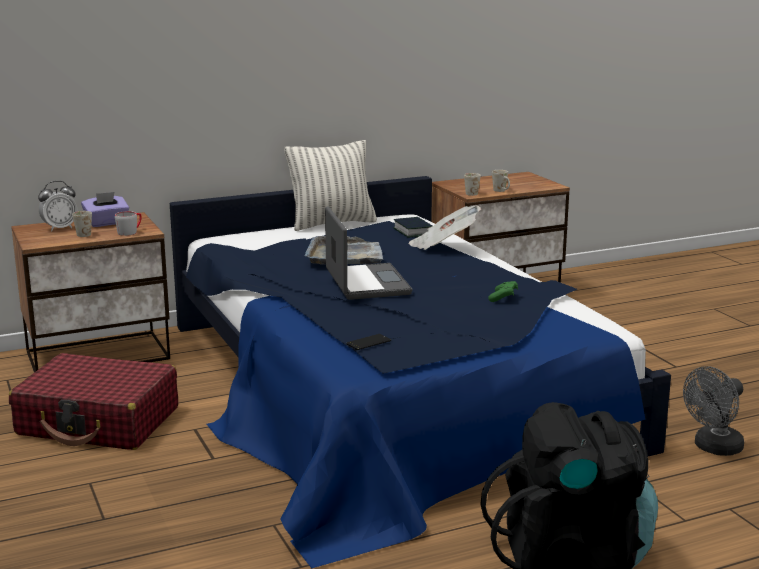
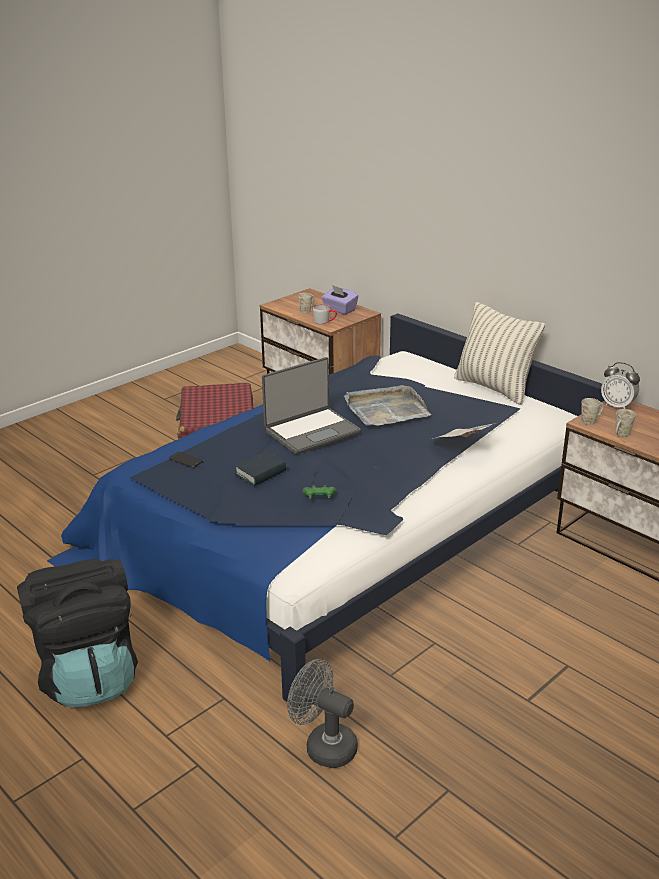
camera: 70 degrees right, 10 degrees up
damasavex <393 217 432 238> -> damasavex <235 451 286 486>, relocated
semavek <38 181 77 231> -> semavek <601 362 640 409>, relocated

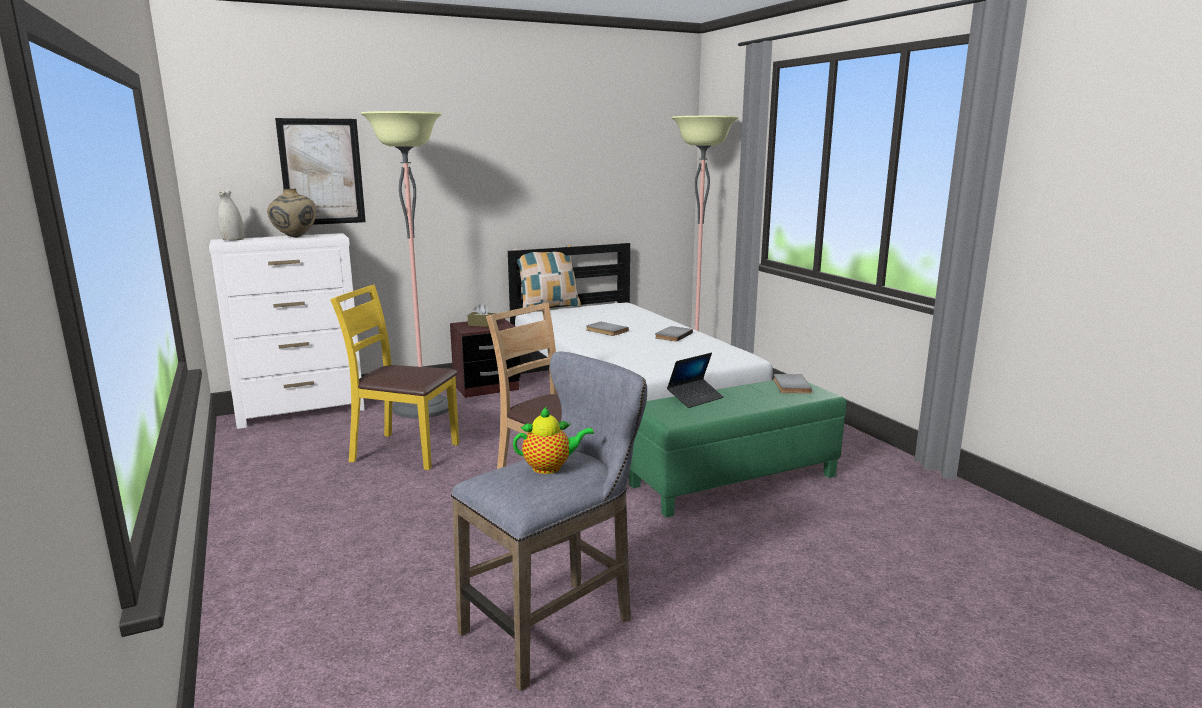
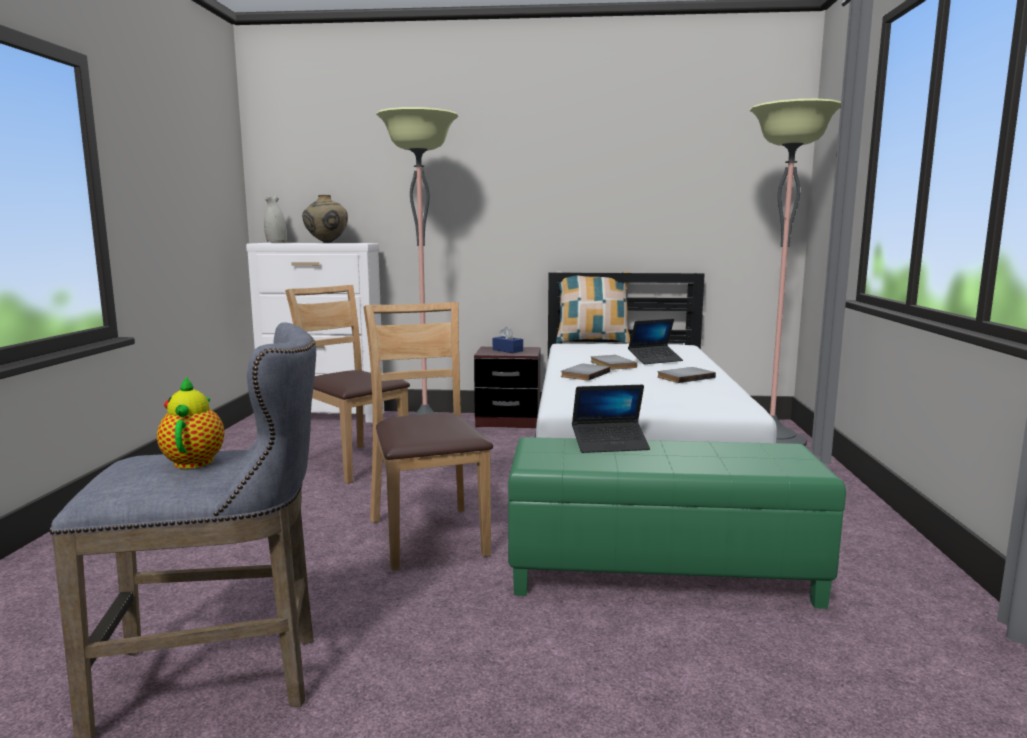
camera: 30 degrees right, 5 degrees down
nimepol <513 407 594 474> -> nimepol <157 377 224 469>, 120 degrees counterclockwise
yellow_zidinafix <330 285 459 470> -> brown_zidinafix <285 285 410 484>
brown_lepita <468 304 497 327> -> blue_lepita <493 327 523 353>
grey_damasavex <773 374 812 394> -> grey_damasavex <561 364 610 381>, relocated
none -> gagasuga <628 319 683 364>
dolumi <275 118 366 225> -> none

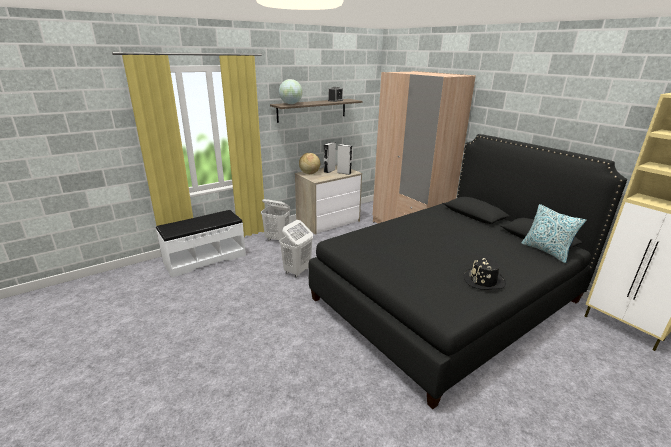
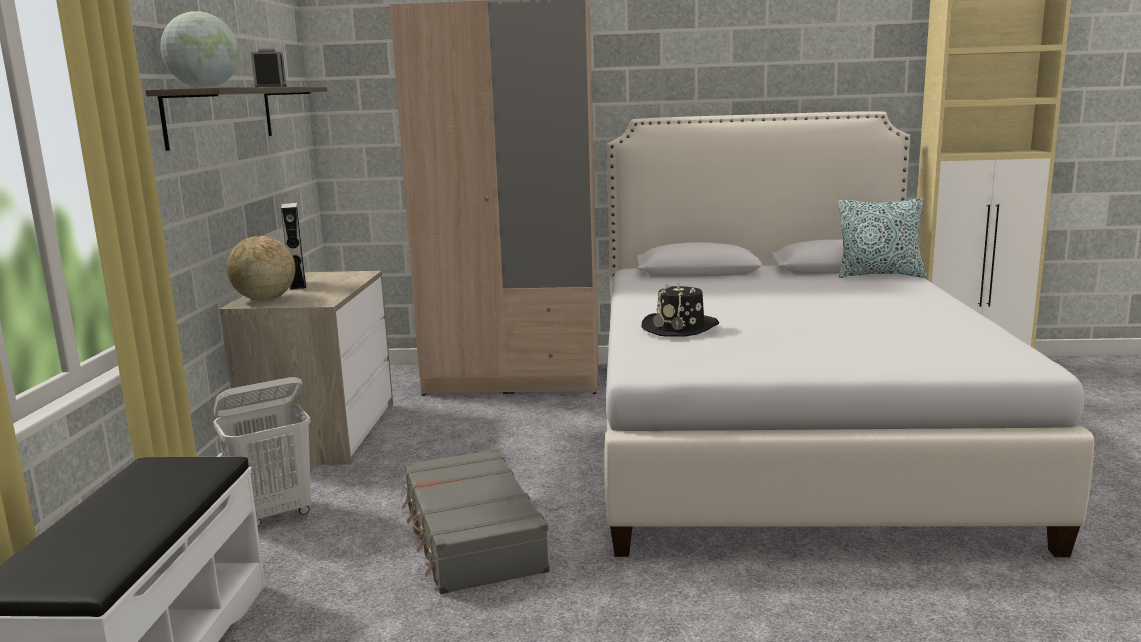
camera: 50 degrees left, 10 degrees down
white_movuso <279 220 313 278> -> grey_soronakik <402 449 550 594>
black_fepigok <308 134 627 409> -> white_fepigok <604 111 1094 557>
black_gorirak <463 258 506 290> -> black_gorirak <642 282 719 337>, relocated
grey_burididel <337 144 352 175> -> none

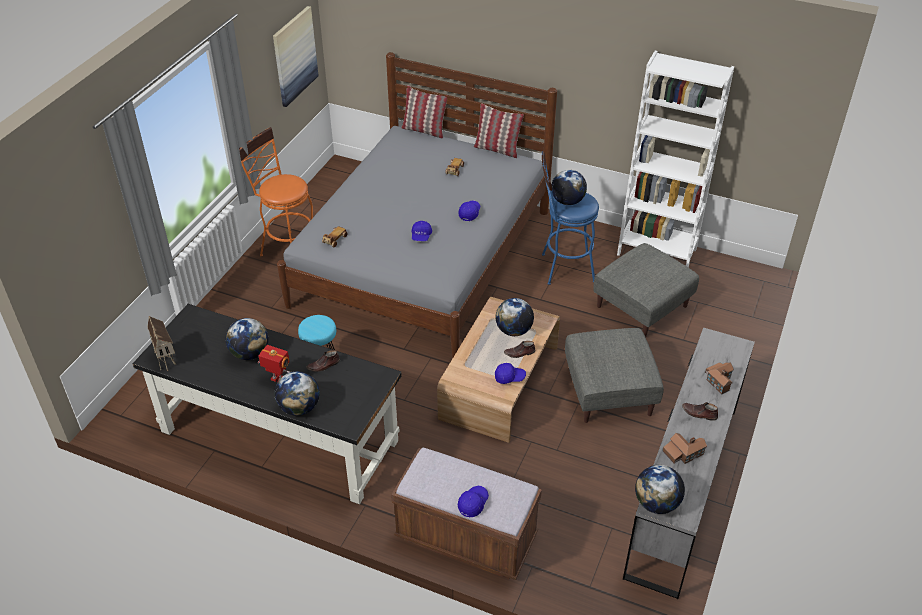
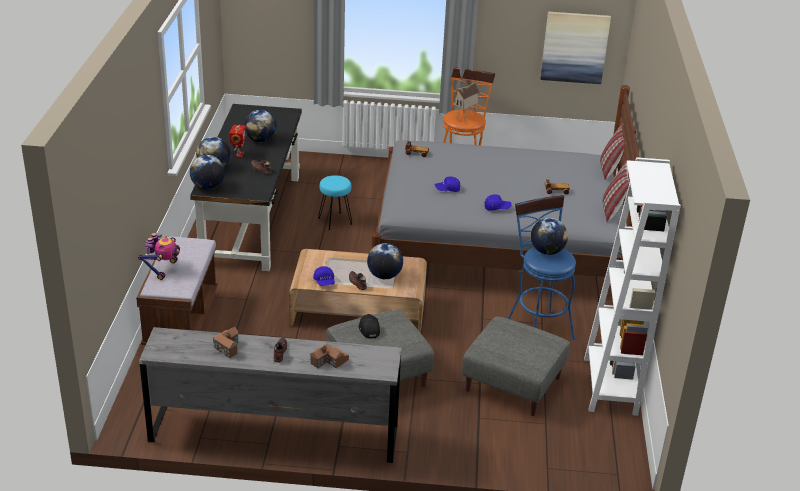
camera: 70 degrees right, 10 degrees down
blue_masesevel <458 486 489 517> -> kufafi <138 233 180 280>
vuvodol <635 465 685 514> -> vuvodol <190 155 225 190>, relocated
none -> black_masesevel <359 314 380 339>
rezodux <147 316 176 371> -> rezodux <454 82 480 121>, relocated

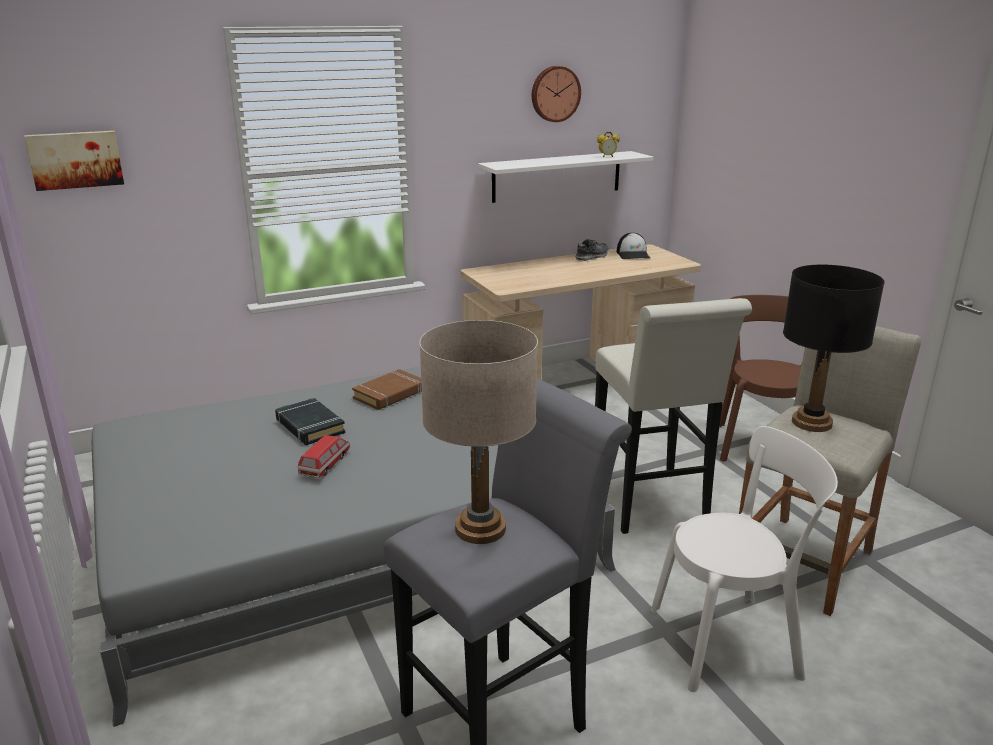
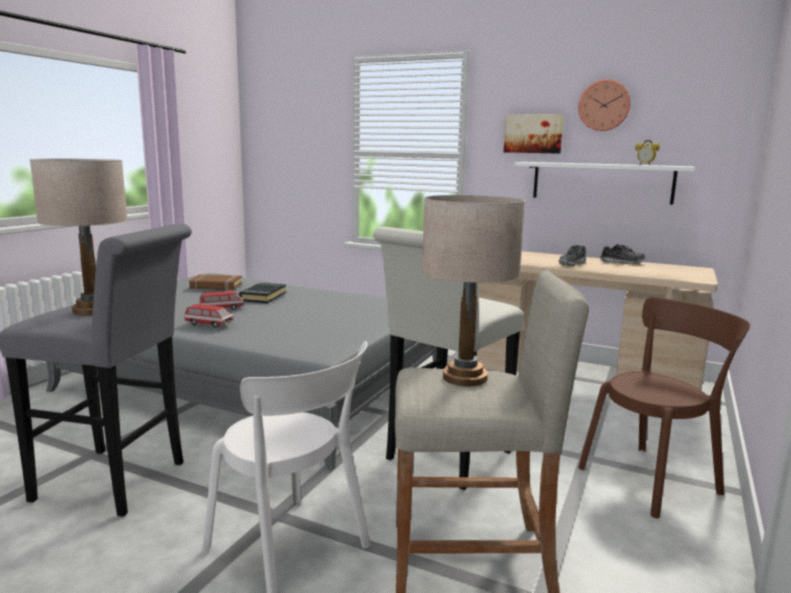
camera: 50 degrees right, 10 degrees down
none -> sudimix <184 304 234 328>
brown_damasavex <352 369 422 410> -> brown_damasavex <189 275 242 290>, relocated
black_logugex <783 265 885 432> -> beige_logugex <422 195 525 386>
dolumi <24 131 124 191> -> dolumi <504 114 564 154>, relocated
none -> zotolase <559 245 586 266>
masesevel <616 232 650 259> -> none

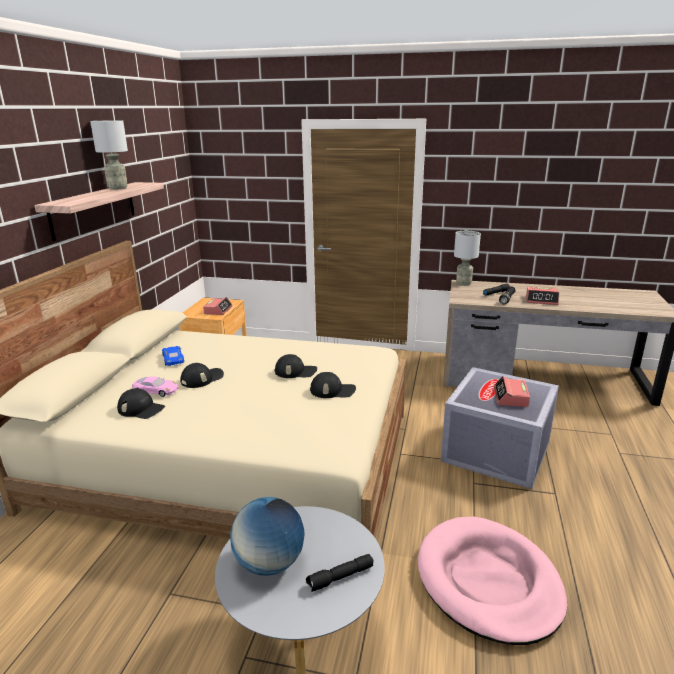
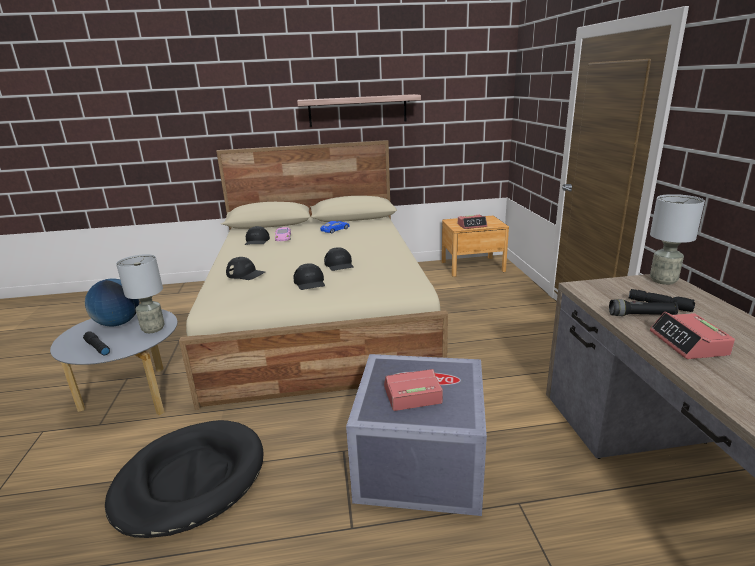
camera: 70 degrees right, 0 degrees up
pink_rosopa <418 517 567 645> -> black_rosopa <105 420 264 538>
grey_logugex <90 120 128 190> -> grey_logugex <116 254 165 333>, relocated
black_masesevel <180 363 224 388> -> black_masesevel <226 257 265 280>, relocated

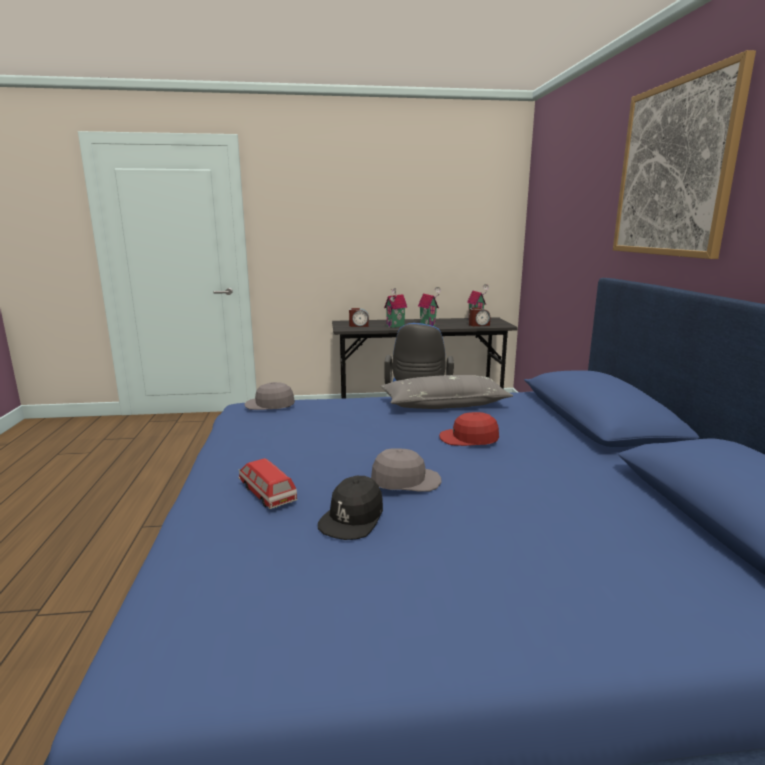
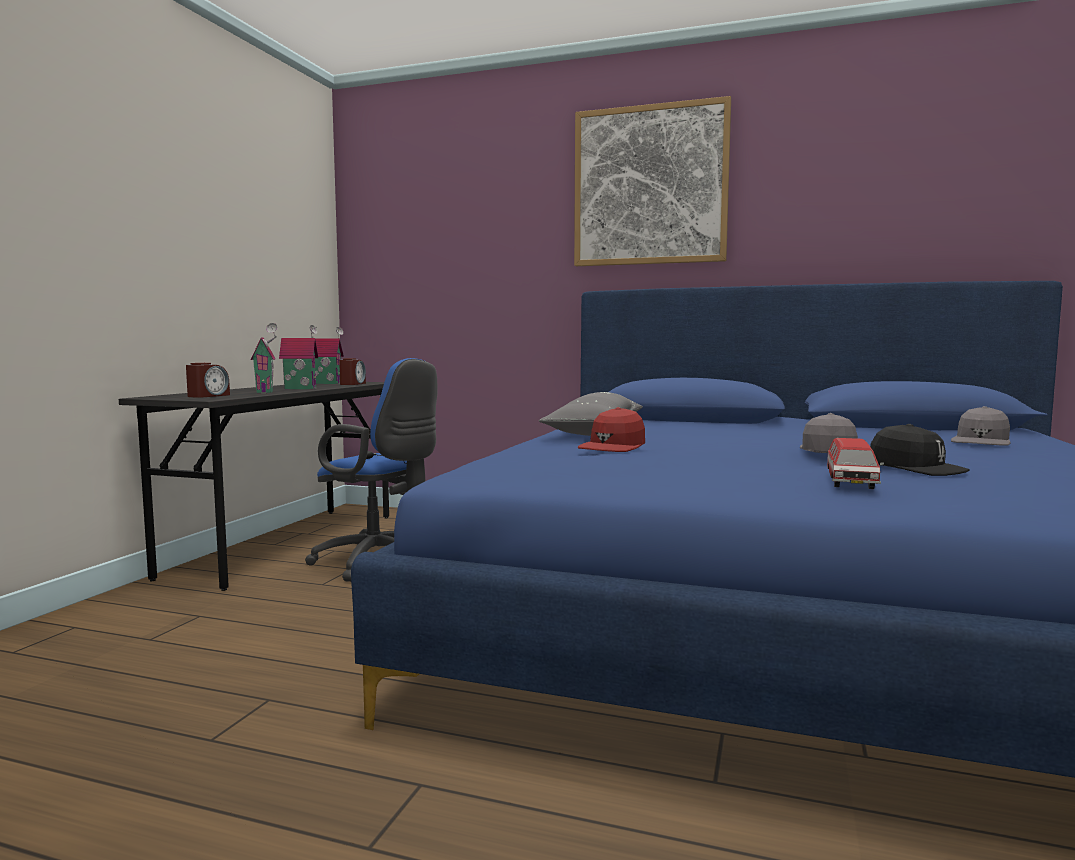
camera: 65 degrees left, 10 degrees down
red_masesevel <439 412 499 446> -> red_masesevel <578 407 645 452>, relocated
sudimix <239 458 297 509> -> sudimix <827 438 884 489>, 60 degrees counterclockwise
grey_masesevel <244 382 295 410> -> grey_masesevel <951 406 1010 446>, relocated

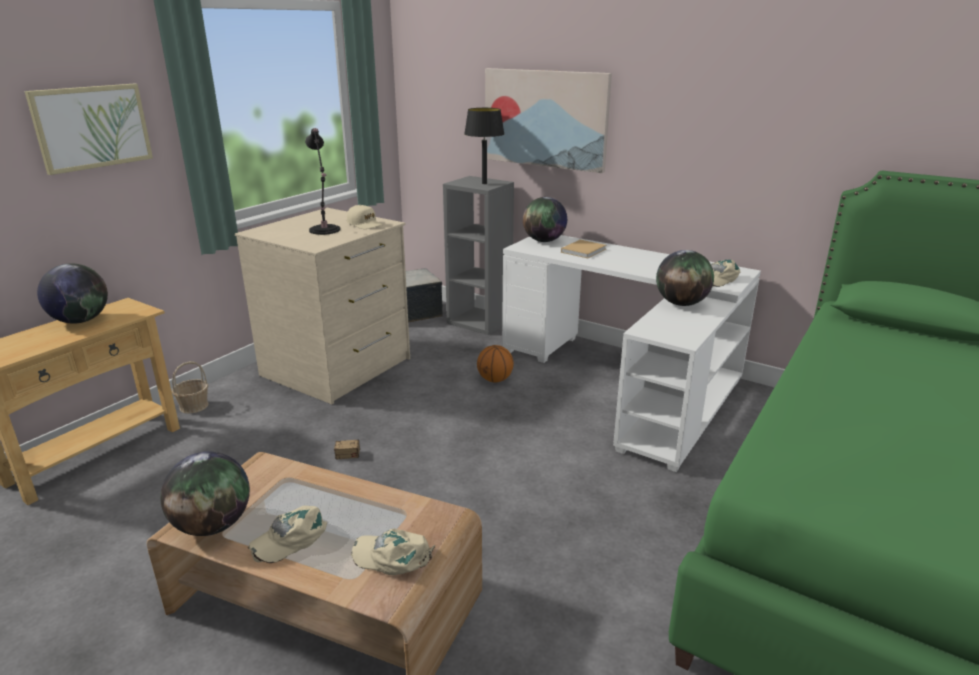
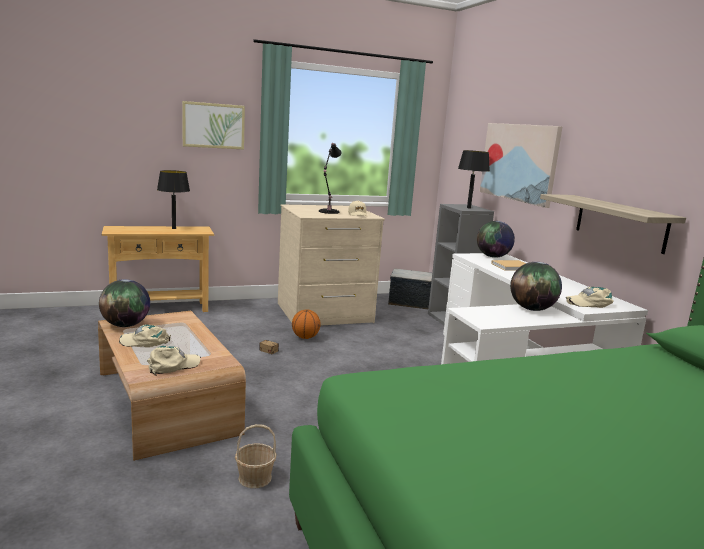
camera: 35 degrees right, 10 degrees down
beige_masesevel <351 528 435 575> -> beige_masesevel <147 346 201 376>, 90 degrees clockwise
vuvodol <37 263 108 324> -> black_logugex <157 170 190 229>
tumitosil <172 361 209 414> -> tumitosil <235 424 277 488>, relocated
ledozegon <477 345 514 383> -> ledozegon <292 309 321 339>, relocated
none -> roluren <540 194 686 254>

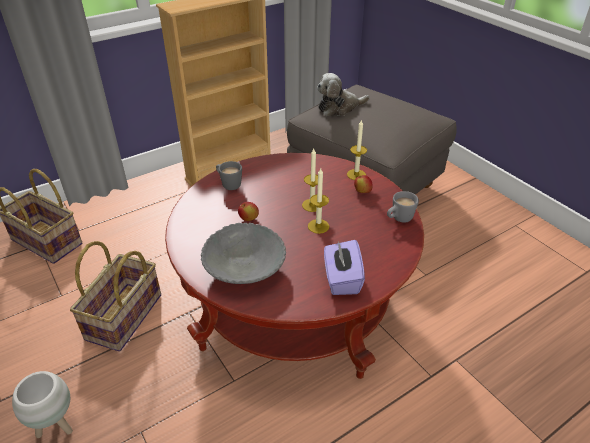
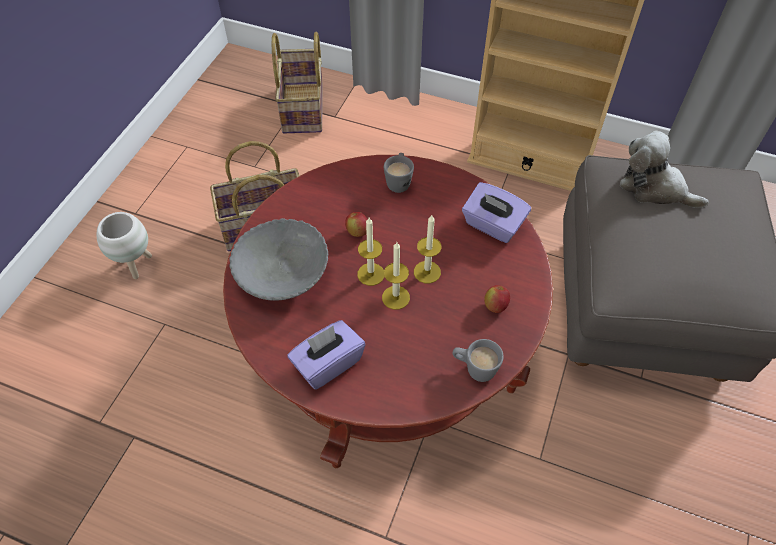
camera: 55 degrees right, 15 degrees up
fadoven <347 119 367 180> -> fadoven <357 218 385 286>, relocated
none -> purple_lepita <462 182 531 243>

